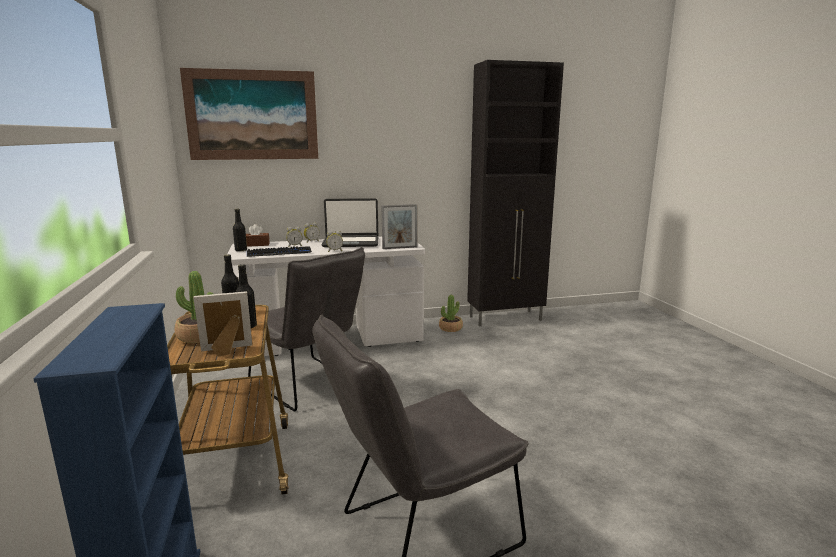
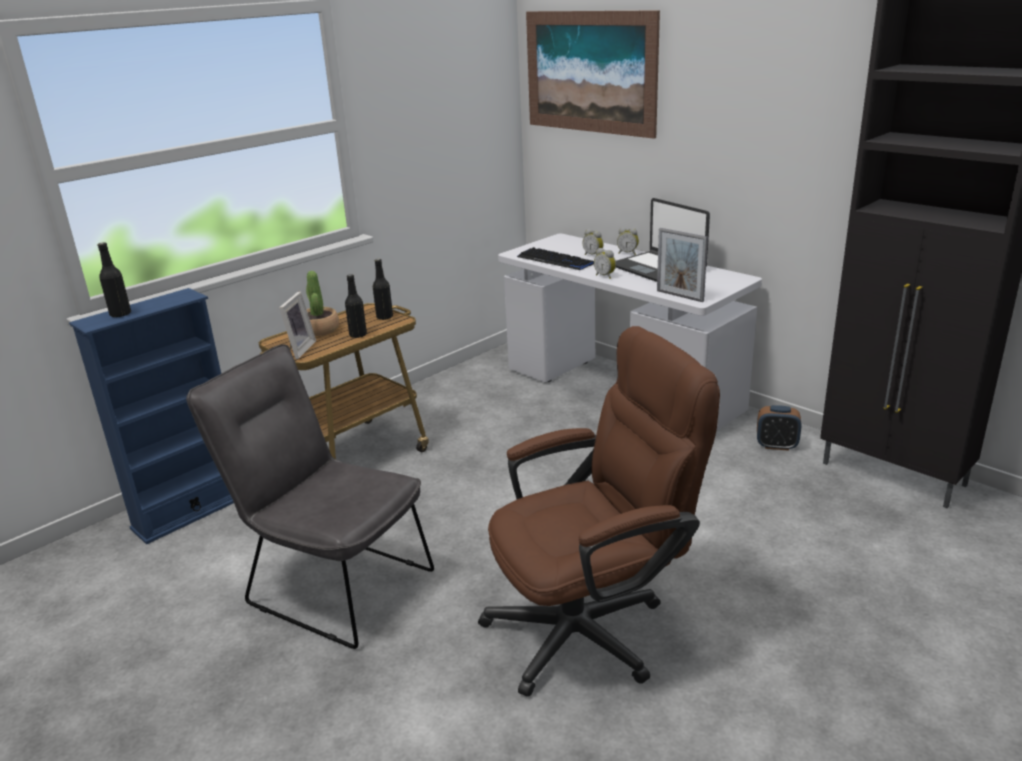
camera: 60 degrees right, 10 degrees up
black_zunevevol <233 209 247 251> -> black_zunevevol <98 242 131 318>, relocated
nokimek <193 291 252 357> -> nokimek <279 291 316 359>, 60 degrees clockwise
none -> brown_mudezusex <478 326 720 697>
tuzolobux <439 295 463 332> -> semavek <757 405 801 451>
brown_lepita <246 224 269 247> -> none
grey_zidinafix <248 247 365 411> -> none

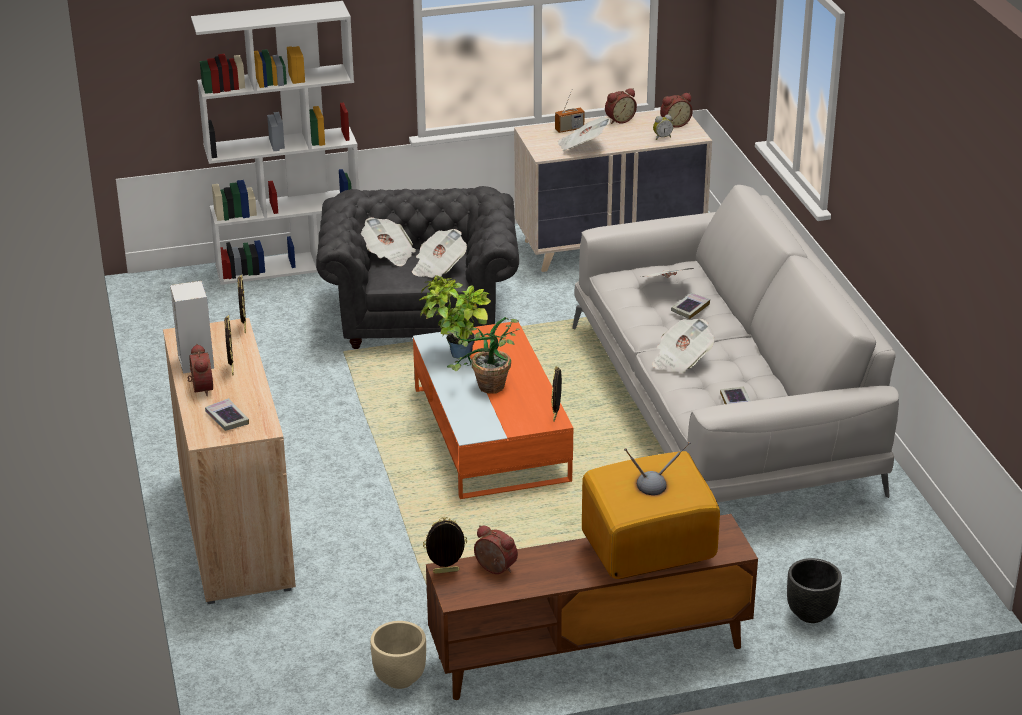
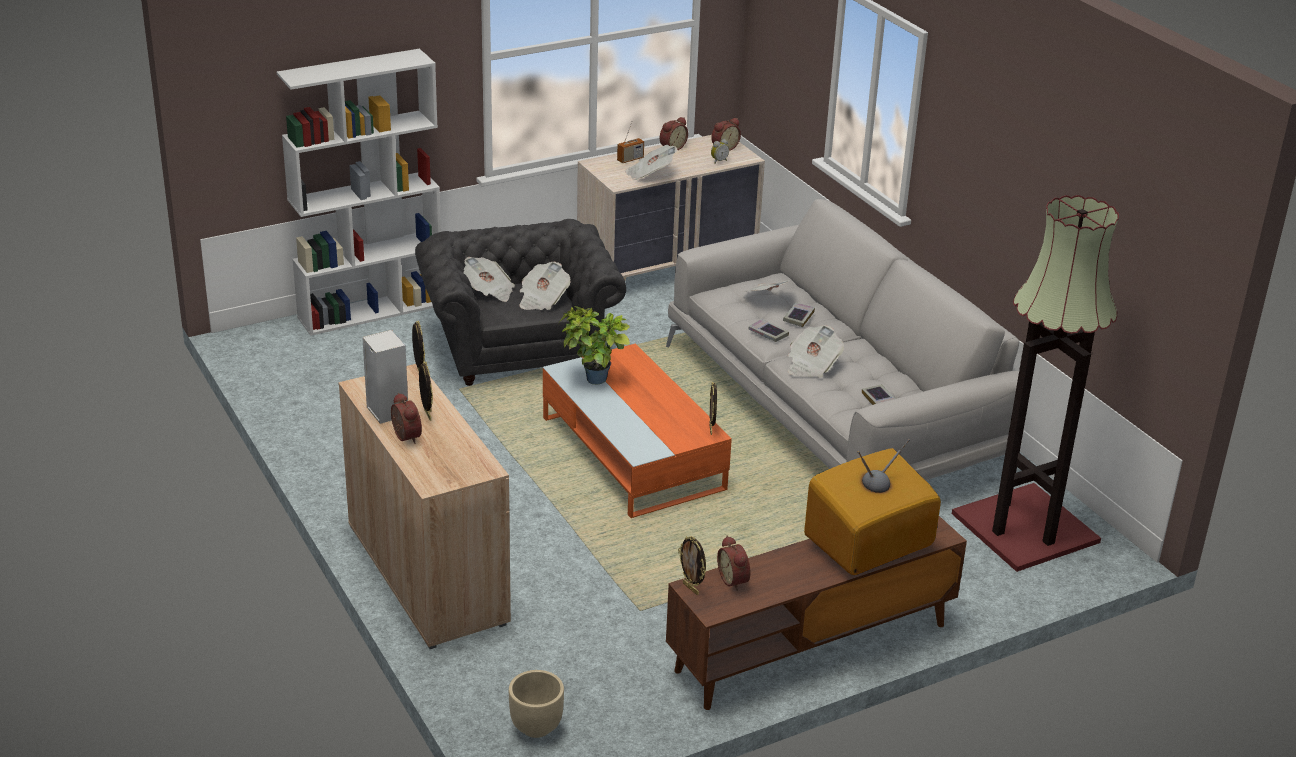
camera: 15 degrees left, 0 degrees up
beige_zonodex <370 621 426 689> -> beige_zonodex <509 670 564 738>, relocated
nokimek <423 517 467 574> -> nokimek <678 536 706 595>, 105 degrees counterclockwise
semavek <474 525 518 574> -> semavek <717 536 750 590>, 135 degrees counterclockwise
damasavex <205 398 249 431> -> damasavex <748 318 789 342>, relocated
none -> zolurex <952 195 1119 572>
tuzolobux <447 317 520 394> -> none
black_zonodex <787 558 842 623> -> none

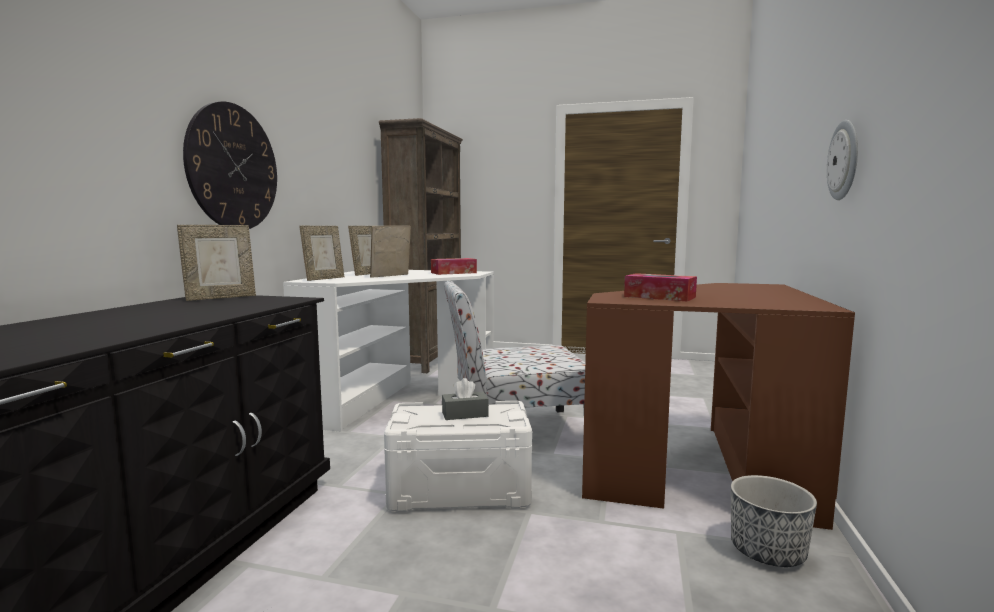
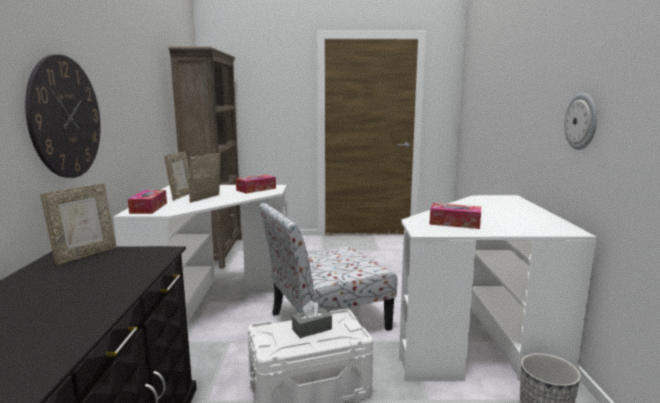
camera: 15 degrees left, 5 degrees up
nokimek <300 226 344 281> -> lepita <128 190 167 214>
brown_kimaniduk <582 283 855 530> -> white_kimaniduk <399 195 597 381>

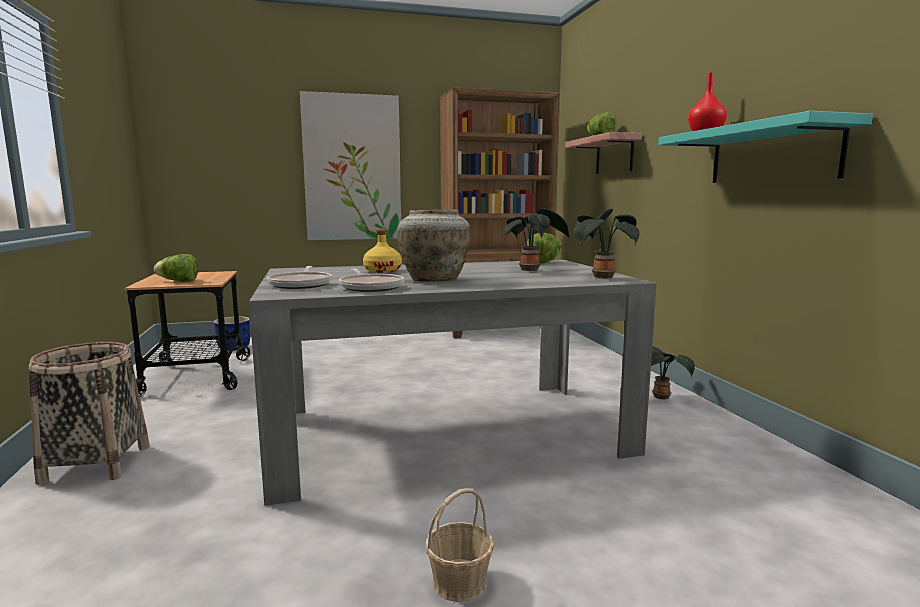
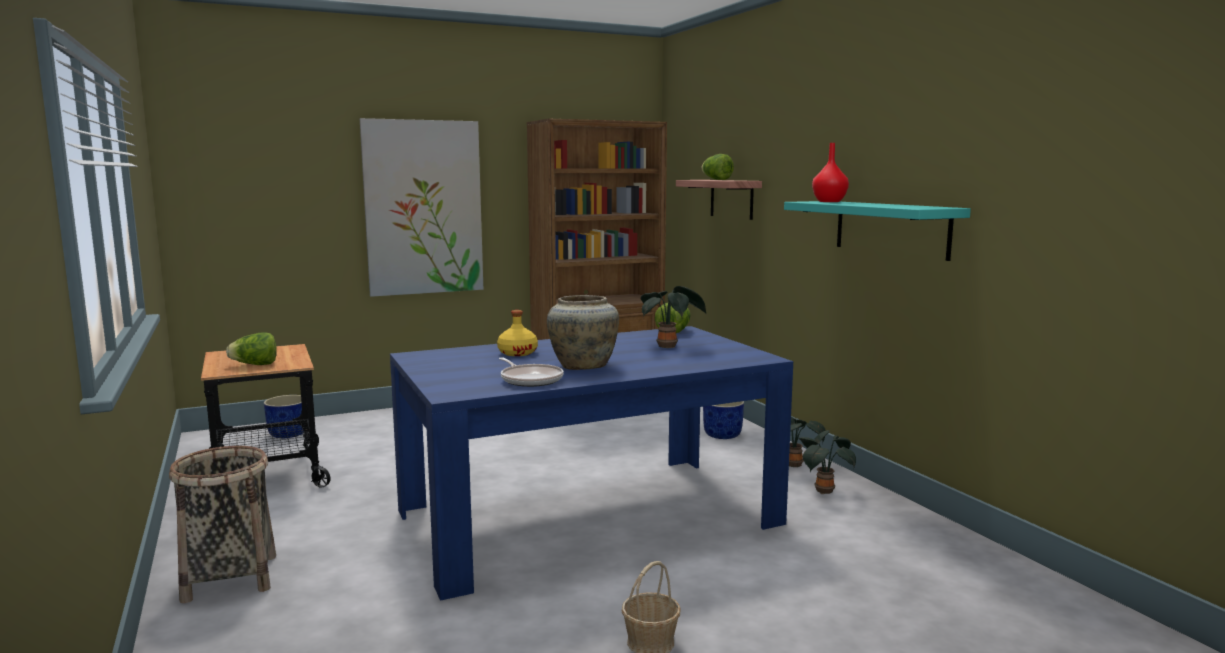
camera: 10 degrees left, 0 degrees up
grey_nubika <249 260 657 506> -> blue_nubika <390 326 793 601>
none -> blue_zonodex <703 401 744 439>
tuzolobux <574 209 639 279> -> tuzolobux <799 430 856 494>, relocated
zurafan <267 266 332 289> -> none

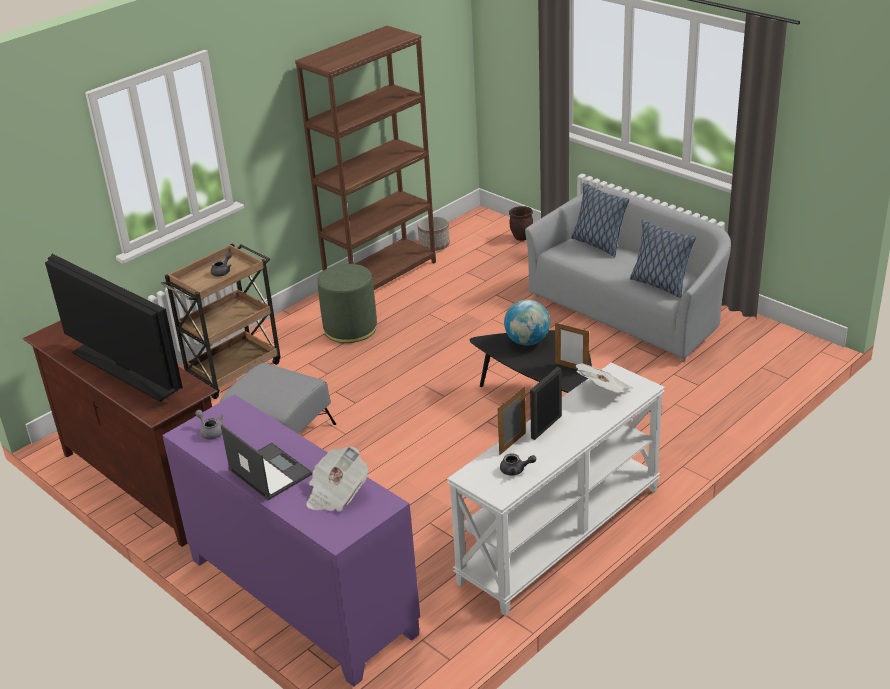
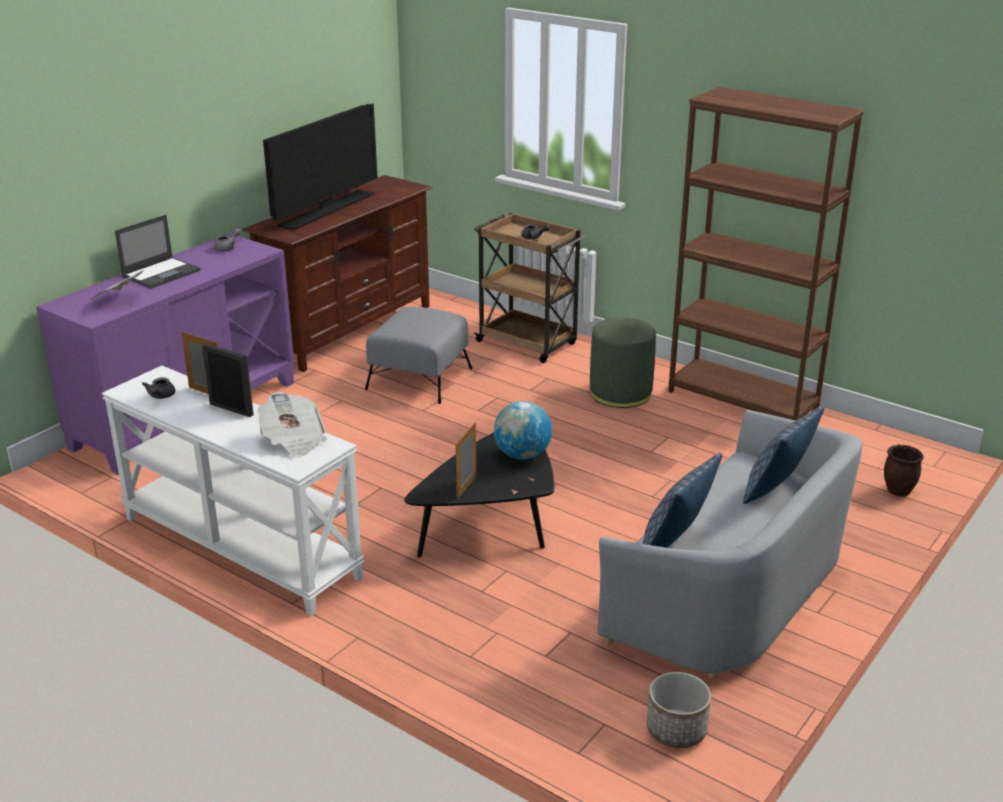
camera: 80 degrees right, 5 degrees down
zonodex <418 216 450 251> -> zonodex <647 672 711 748>, relocated

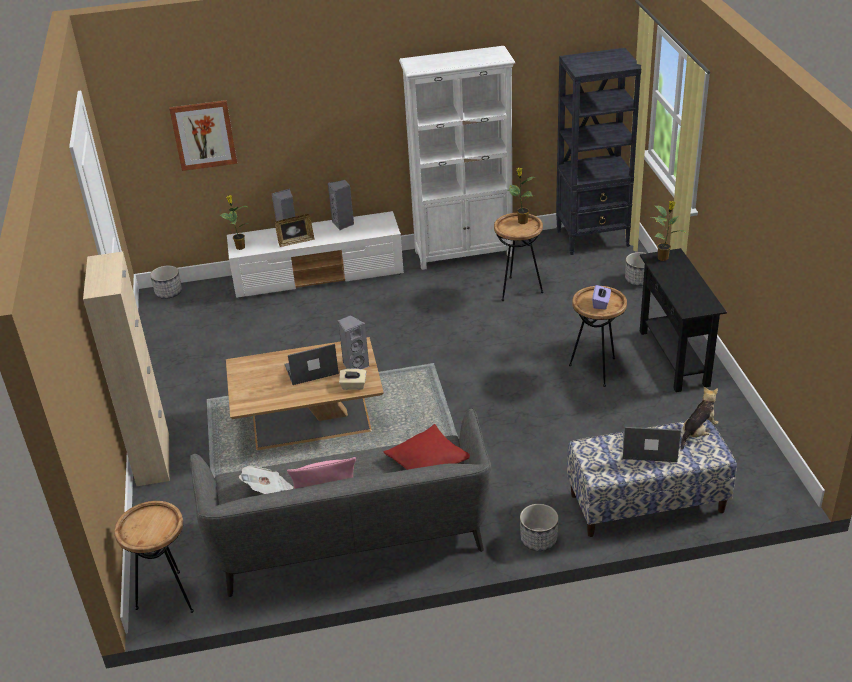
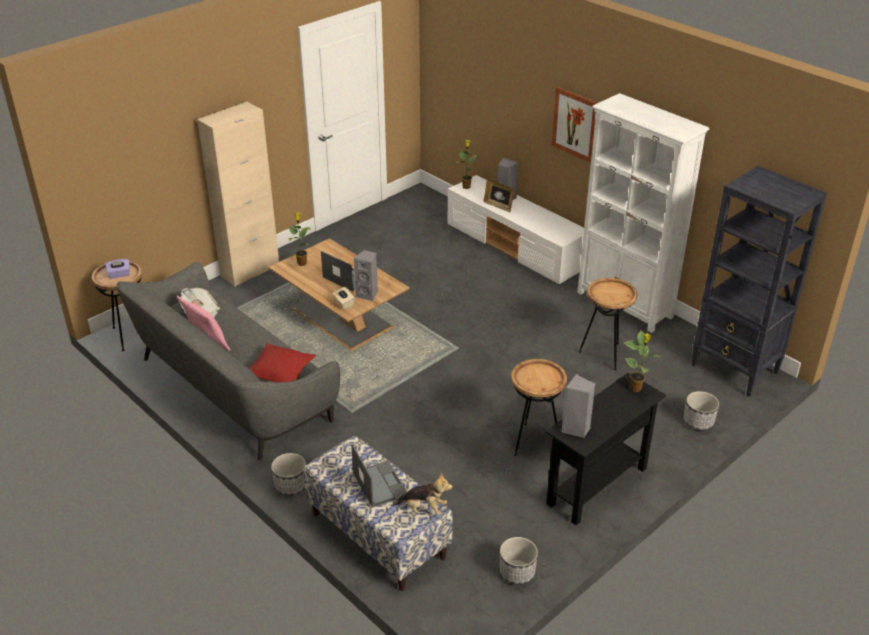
camera: 55 degrees right, 0 degrees up
purple_lepita <592 285 611 310> -> purple_lepita <105 259 130 279>, relocated
tuzolobux <508 168 537 224> -> tuzolobux <289 213 311 266>, relocated
zonodex <150 266 182 299> -> zonodex <500 537 538 584>, relocated
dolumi <169 100 237 171> -> dolumi <552 87 598 163>, relocated
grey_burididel <328 180 354 230> -> grey_burididel <561 374 596 438>, relocated

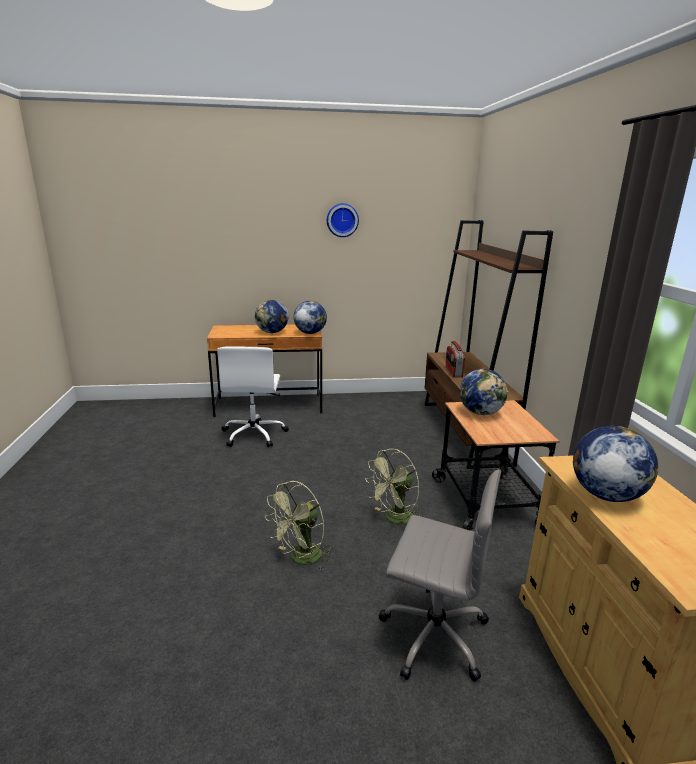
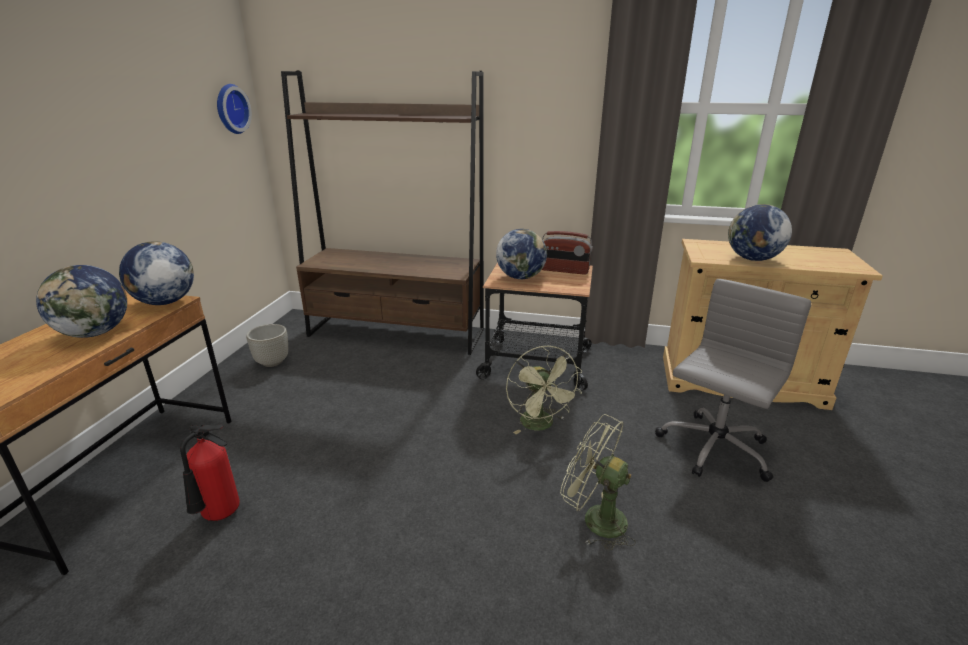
camera: 70 degrees left, 5 degrees up
white_mudezusex <217 346 289 447> -> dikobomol <180 425 240 521>
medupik <327 203 359 237> -> medupik <217 84 252 134>, relocated
none -> grey_zonodex <246 324 288 367>
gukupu <445 341 465 377> -> gukupu <542 231 593 275>, relocated
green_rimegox <265 481 331 570> -> green_rimegox <560 414 636 551>, 150 degrees clockwise

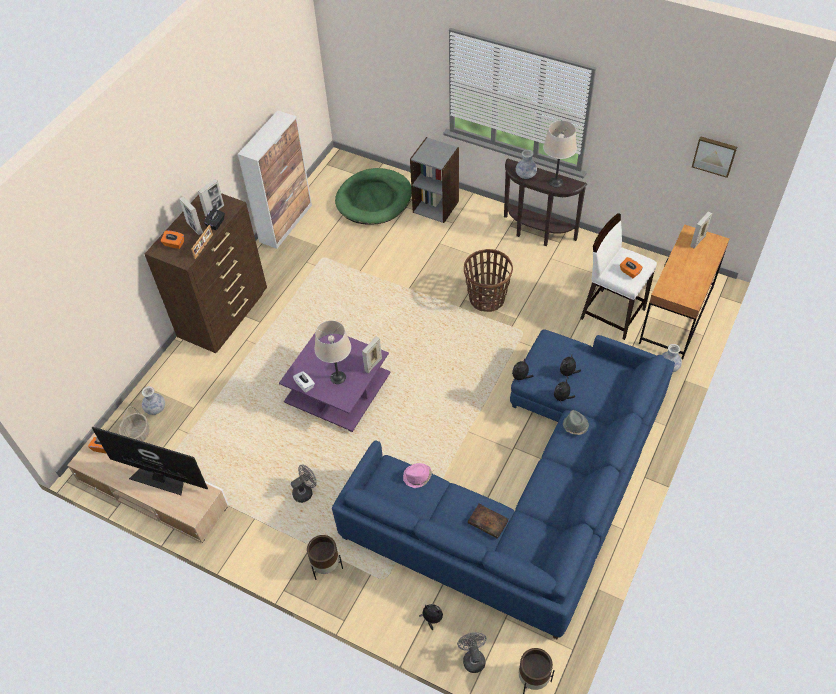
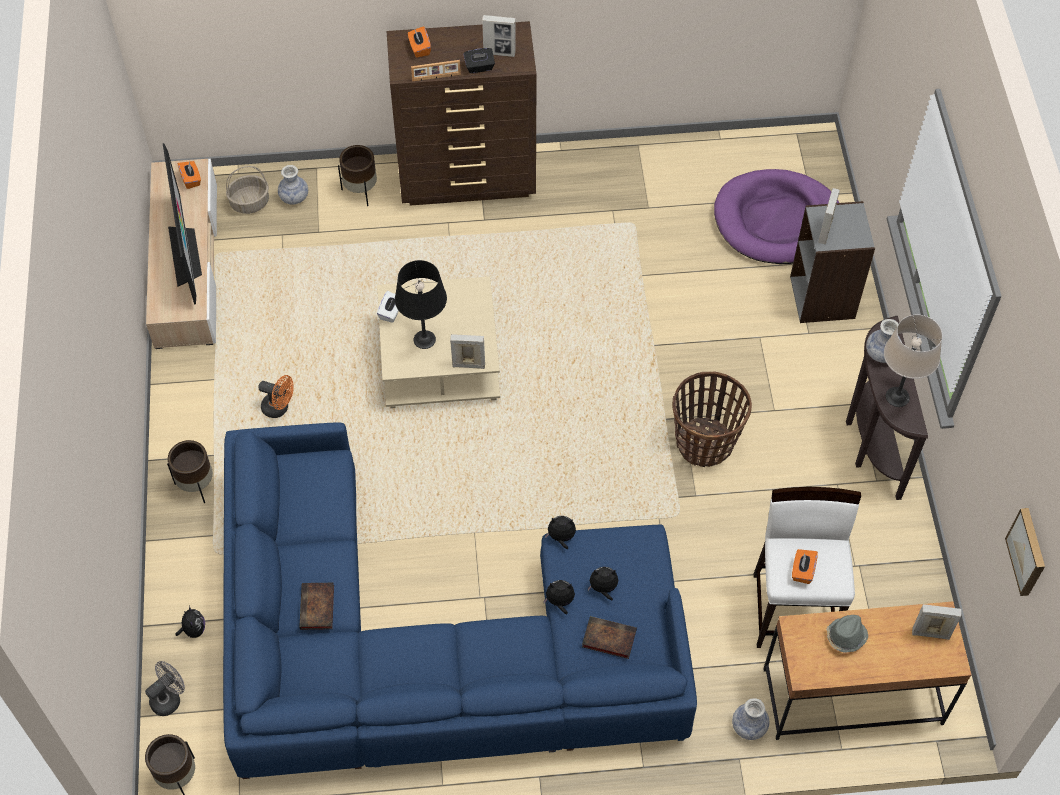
camera: 55 degrees right, 5 degrees up
grey_rimegox <291 464 317 503> -> orange_rimegox <258 375 294 418>
none -> brown_zonodex <338 145 377 206>
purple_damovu <279 333 391 432> -> beige_damovu <377 276 500 408>
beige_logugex <315 321 351 384> -> black_logugex <395 260 447 349>
none -> damasavex <582 616 637 659>
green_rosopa <335 168 412 225> -> purple_rosopa <714 169 839 264>
nokimek <179 196 203 235> -> nokimek <818 188 840 244>, relocated
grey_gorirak <563 410 589 435> -> grey_gorirak <826 615 868 653>, relocated
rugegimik <238 110 312 249> -> none
pink_gorirak <403 463 432 488> -> none

